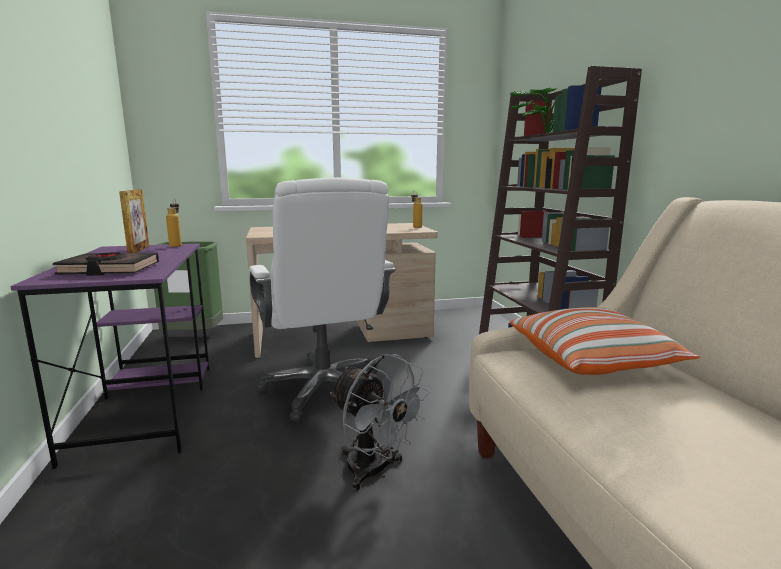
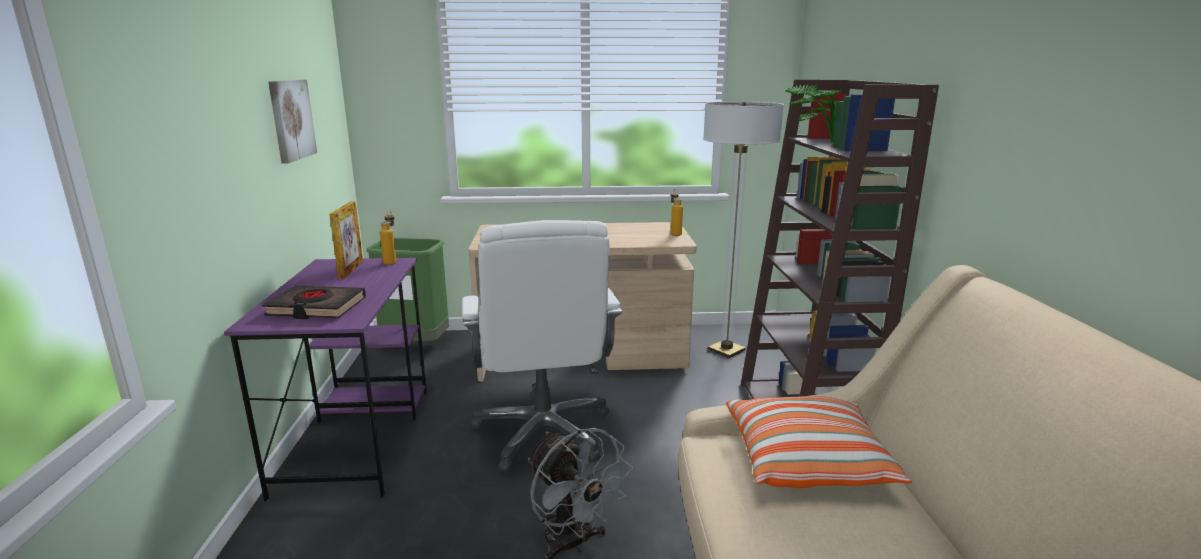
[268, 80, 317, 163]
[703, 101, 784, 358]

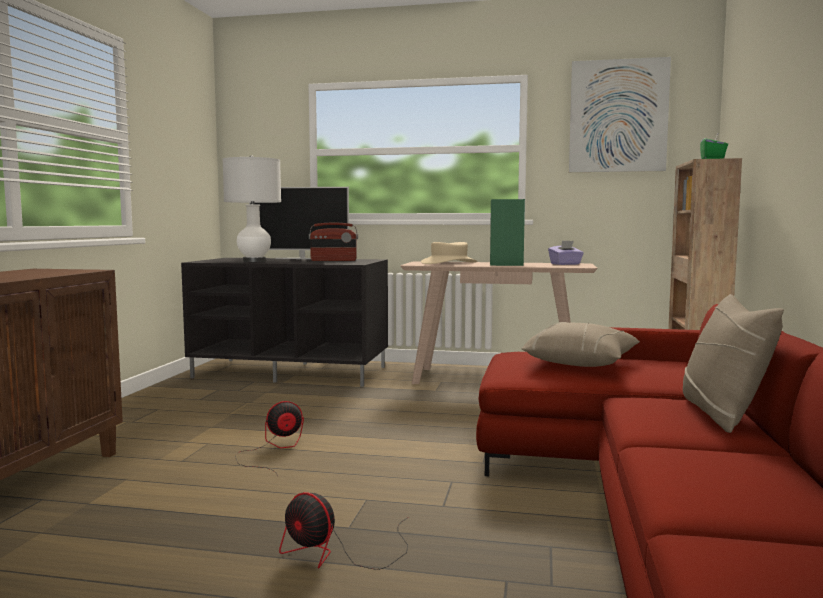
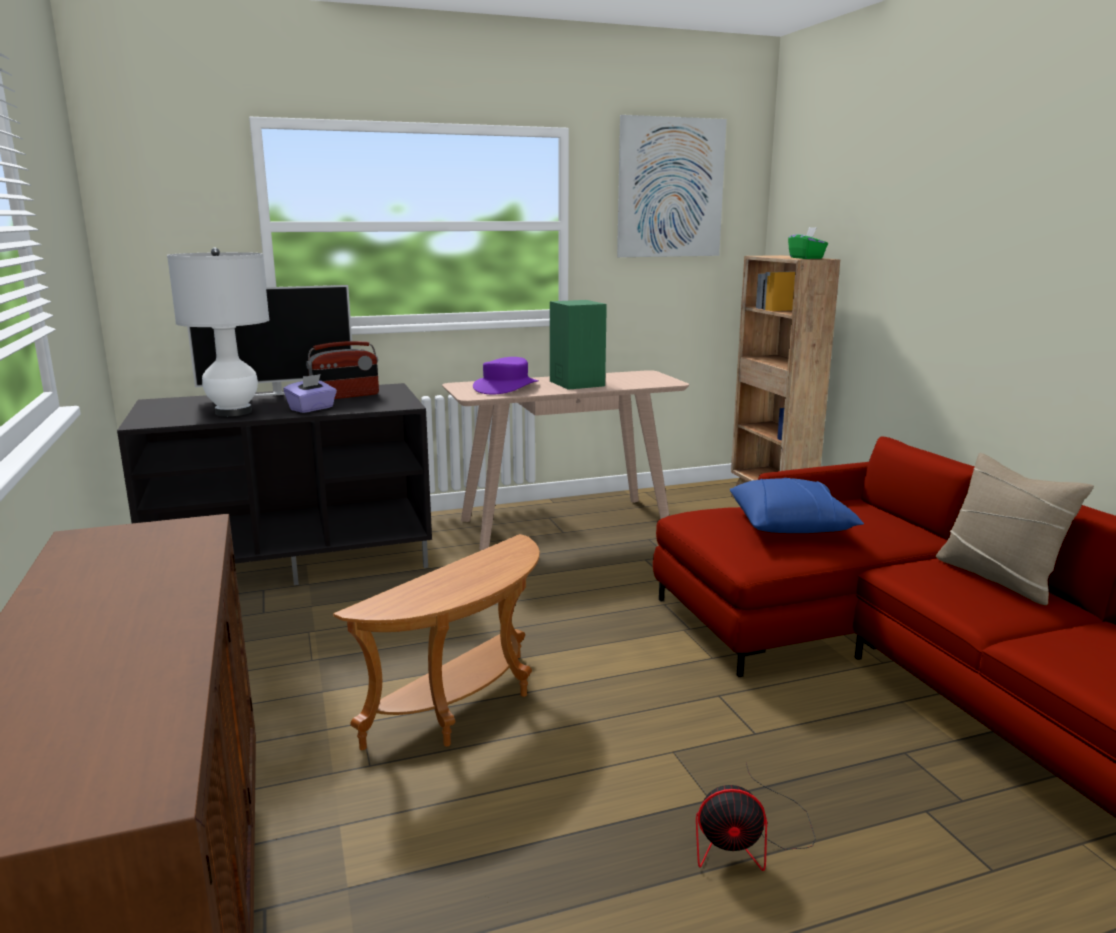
[333, 534, 540, 750]
[473, 357, 539, 394]
[730, 478, 864, 533]
[283, 374, 337, 413]

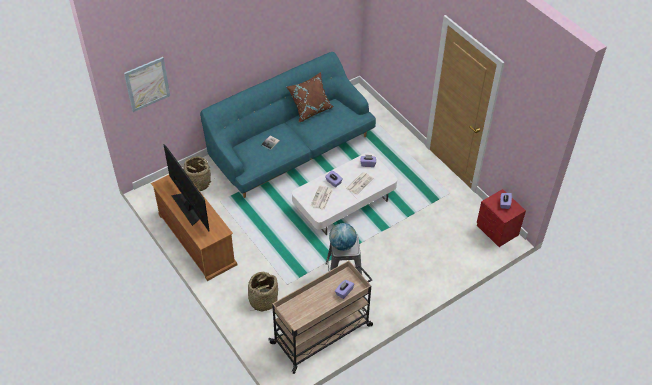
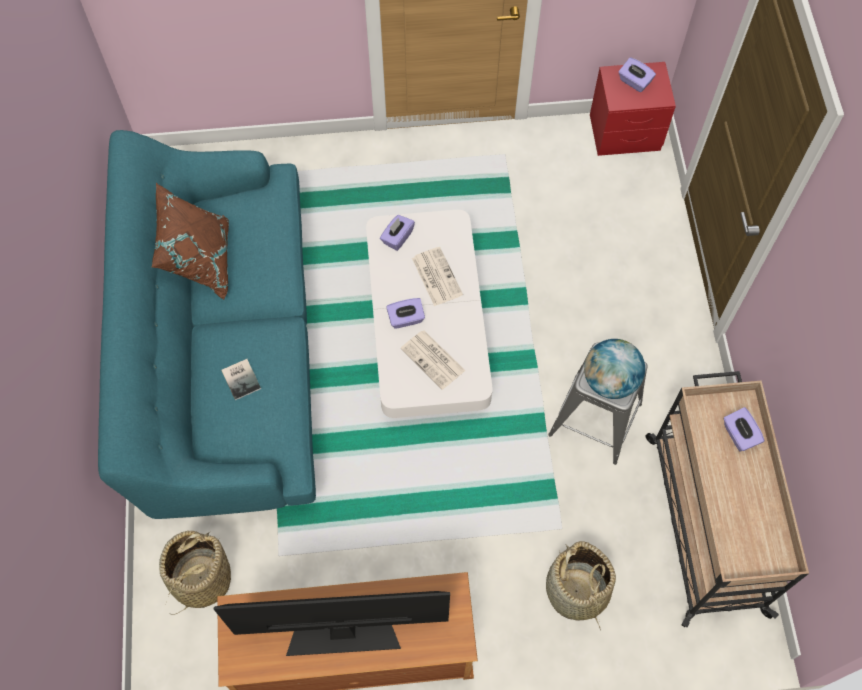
[124, 57, 170, 112] (first image)

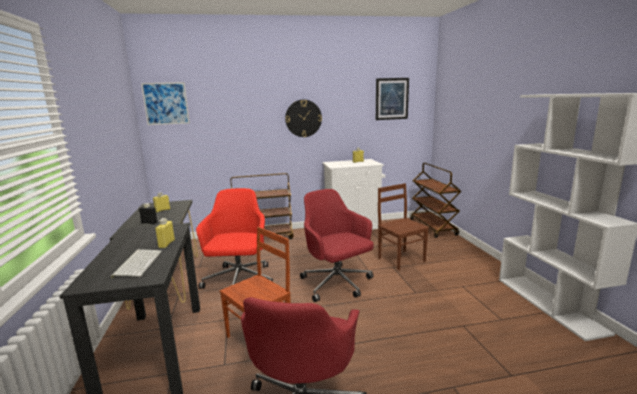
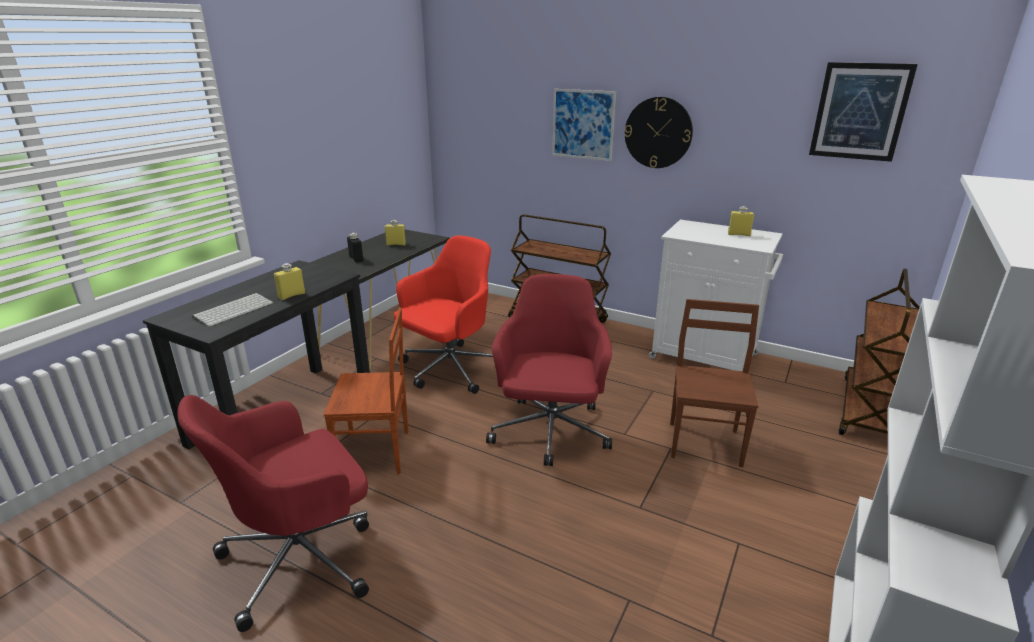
[552, 89, 616, 161]

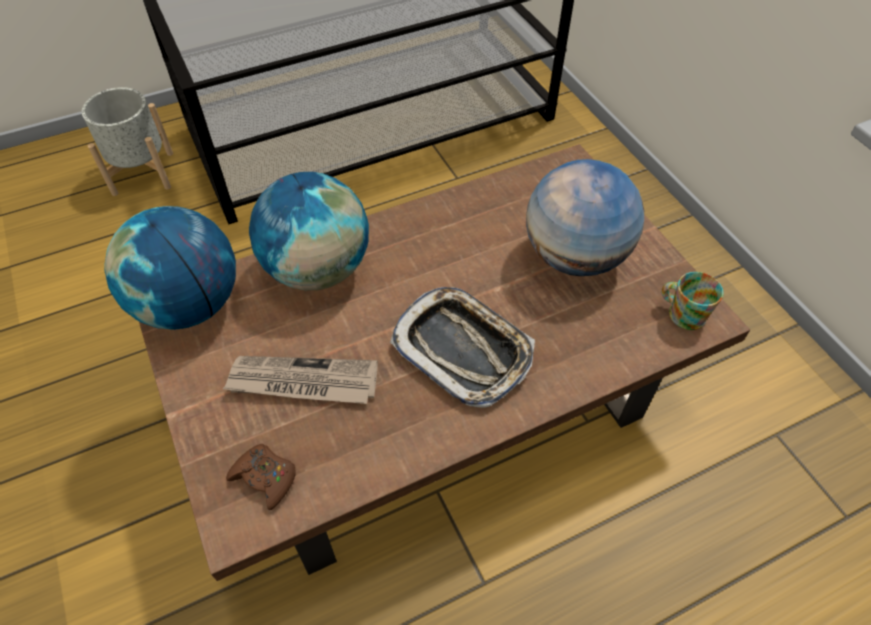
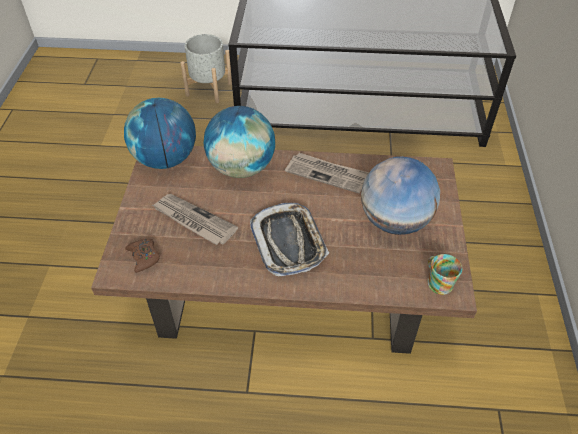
[285, 153, 369, 193]

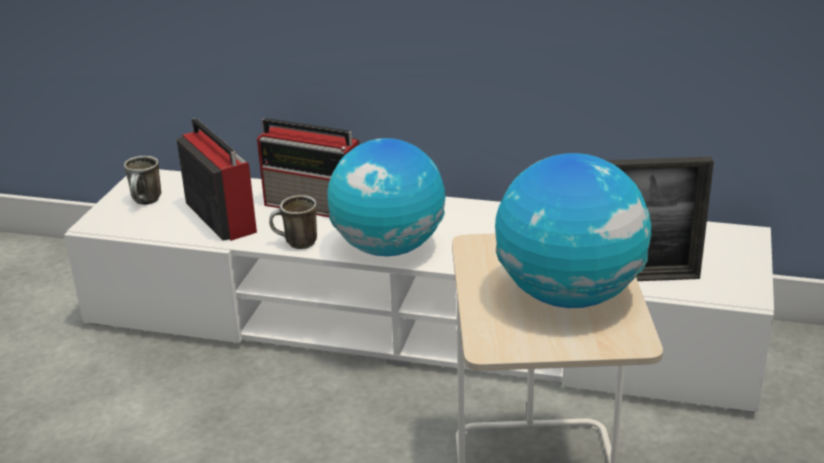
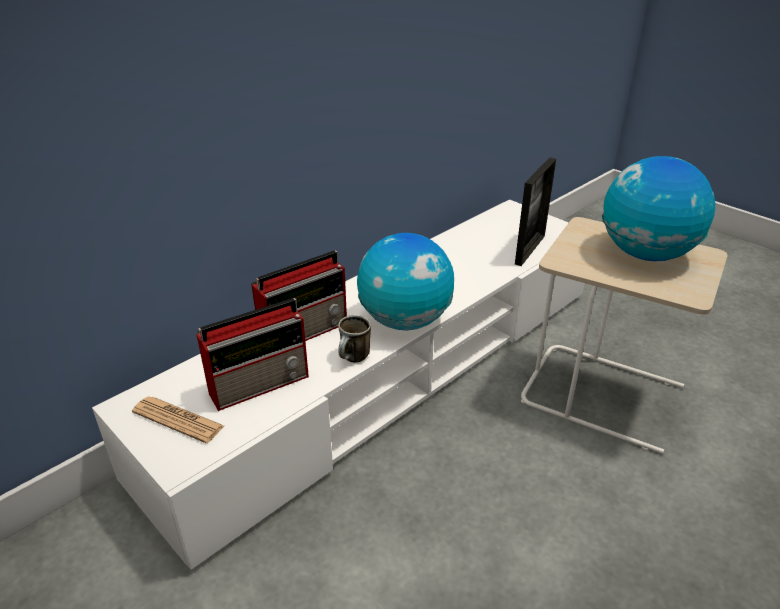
[132, 396, 224, 443]
[196, 298, 309, 411]

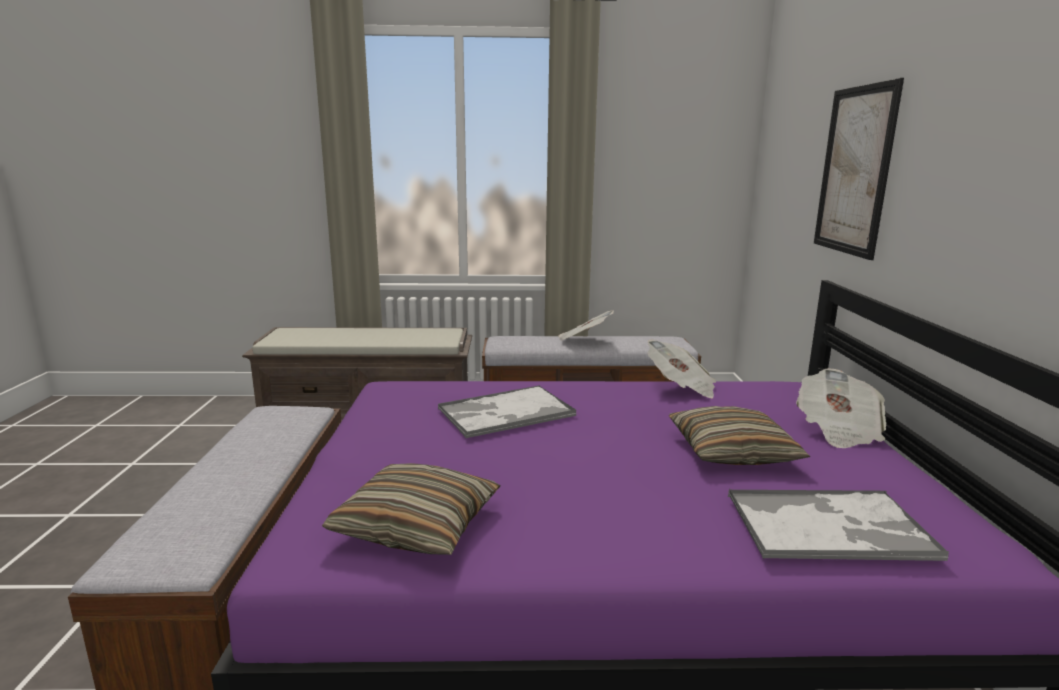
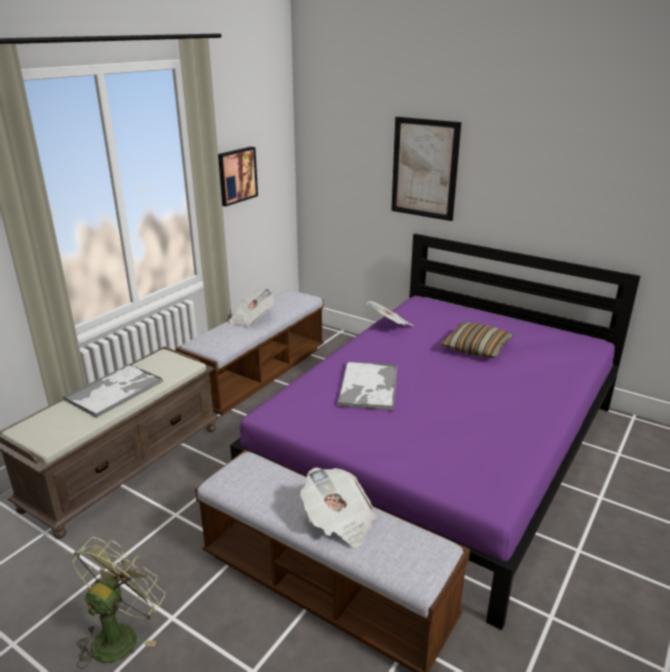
[322, 463, 501, 555] (first image)
[63, 364, 163, 418]
[300, 467, 377, 548]
[72, 537, 165, 669]
[218, 147, 258, 207]

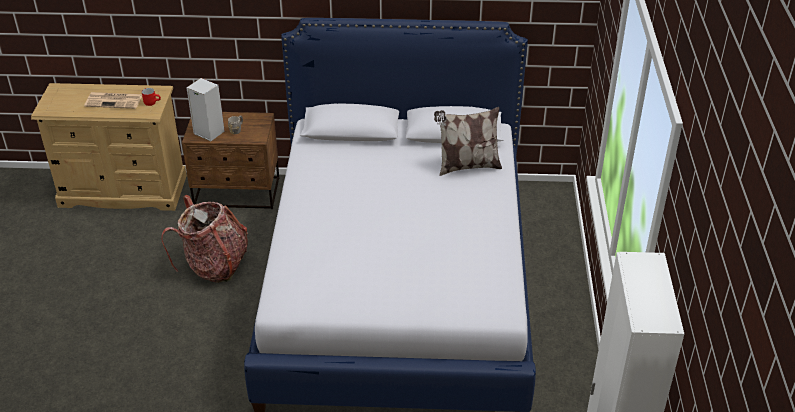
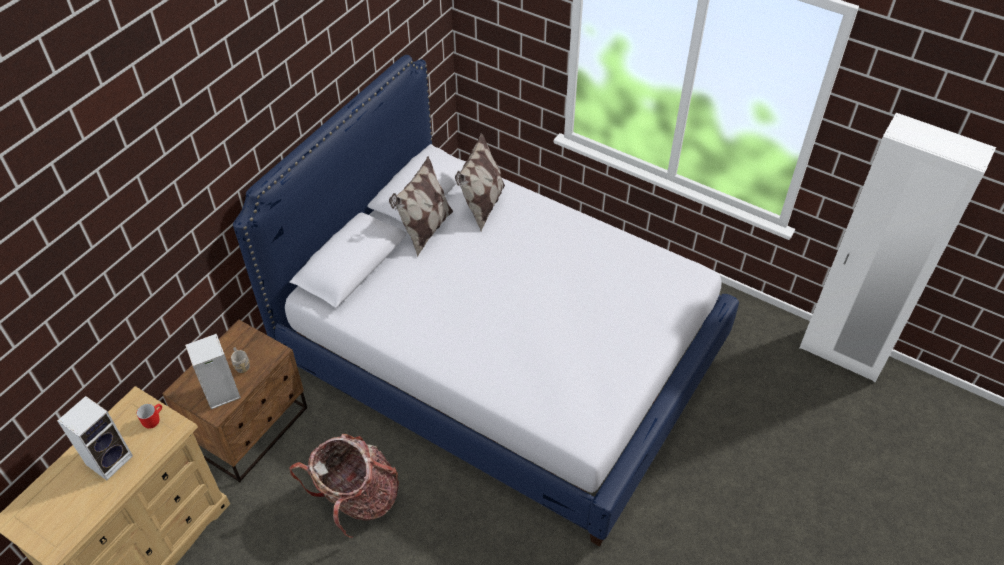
[57, 396, 133, 480]
[389, 156, 453, 257]

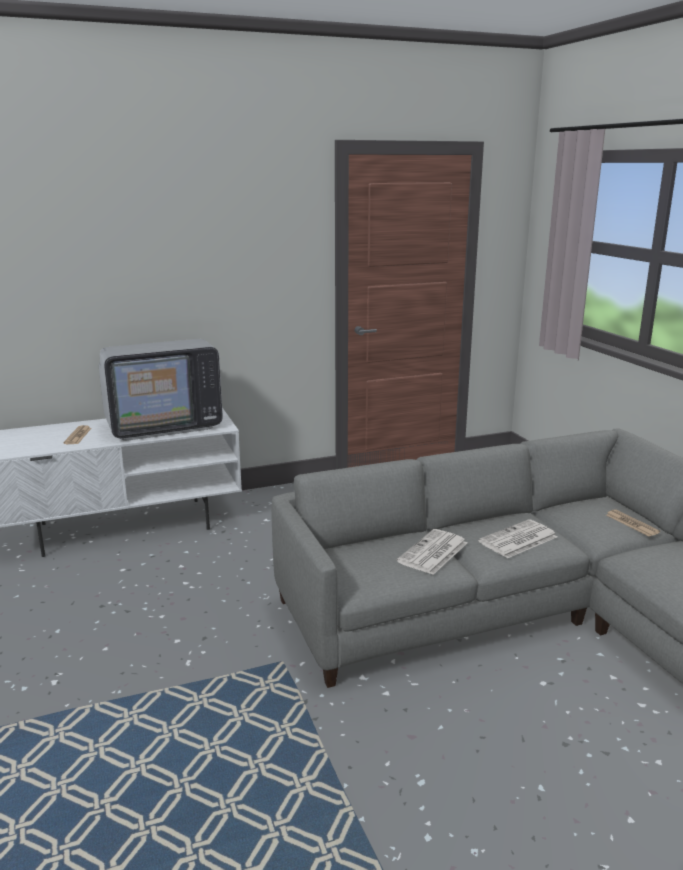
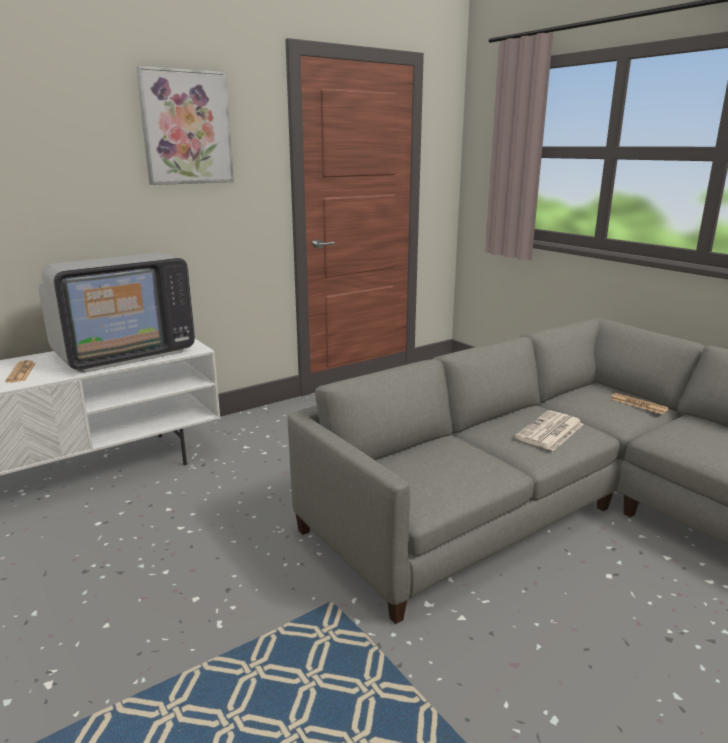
[397, 529, 467, 575] (first image)
[136, 66, 234, 185]

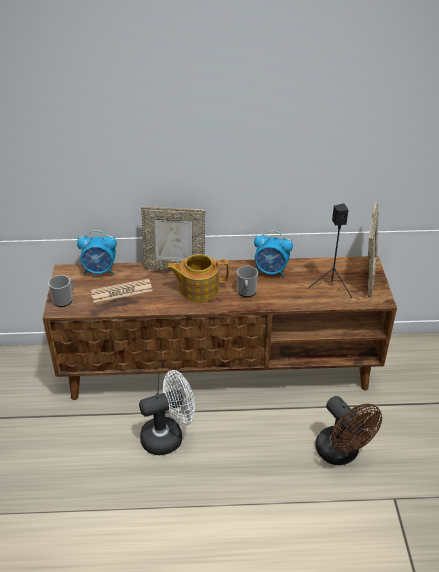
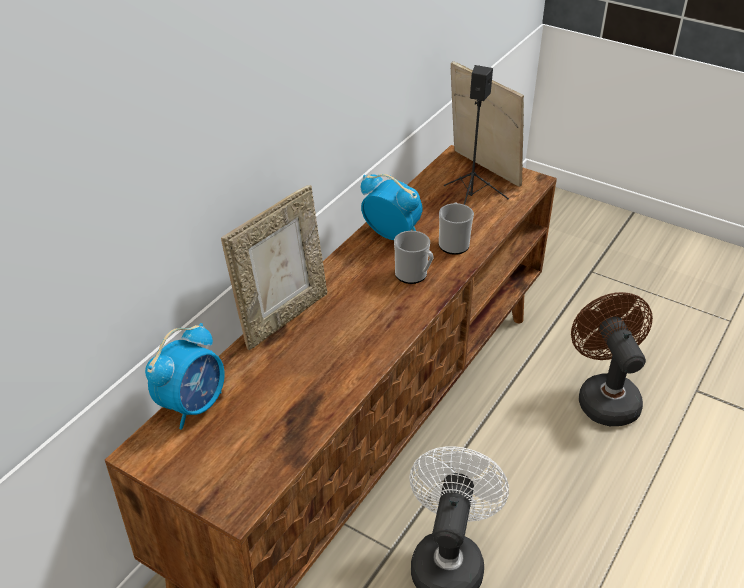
[439, 203, 474, 255]
[91, 278, 152, 303] (first image)
[166, 254, 229, 302] (first image)
[361, 174, 423, 240]
[571, 292, 653, 426]

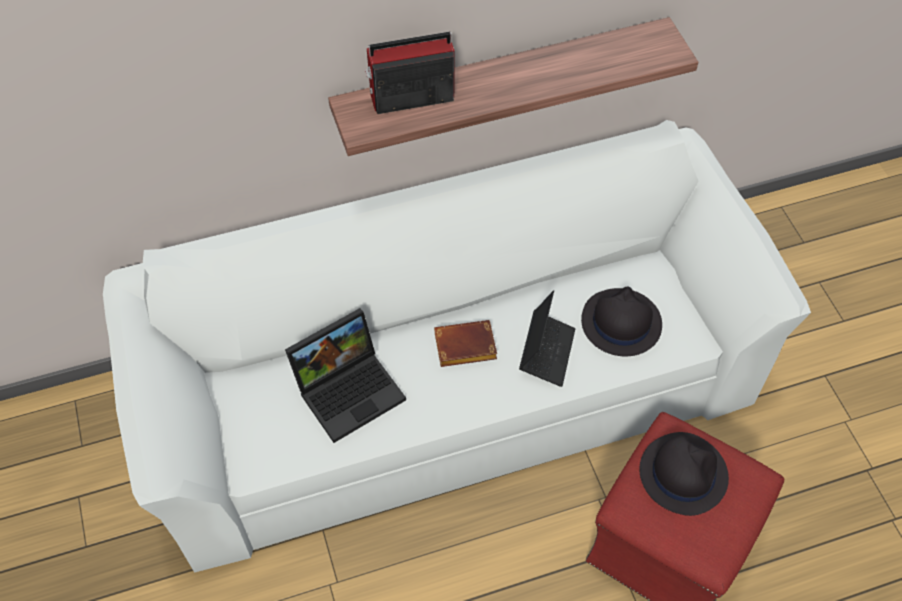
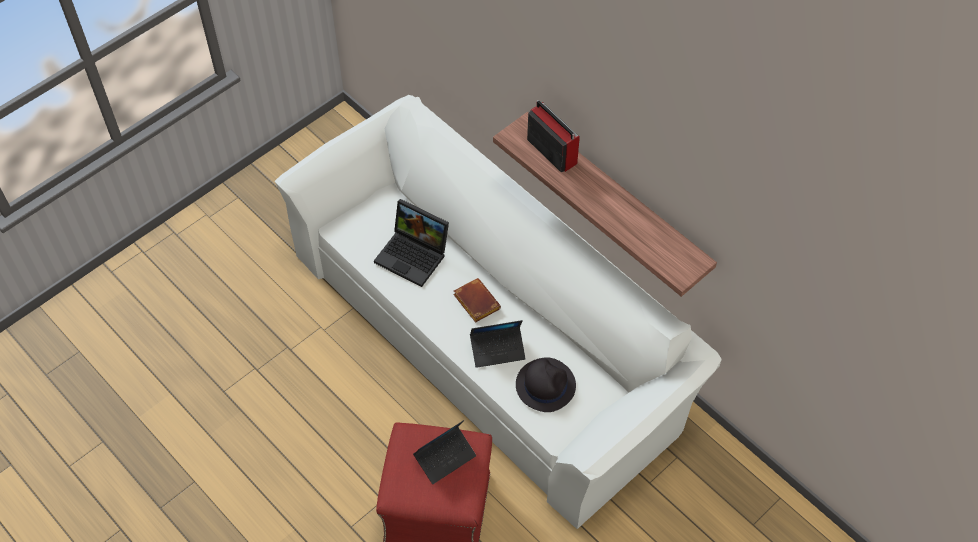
[413, 420, 476, 484]

